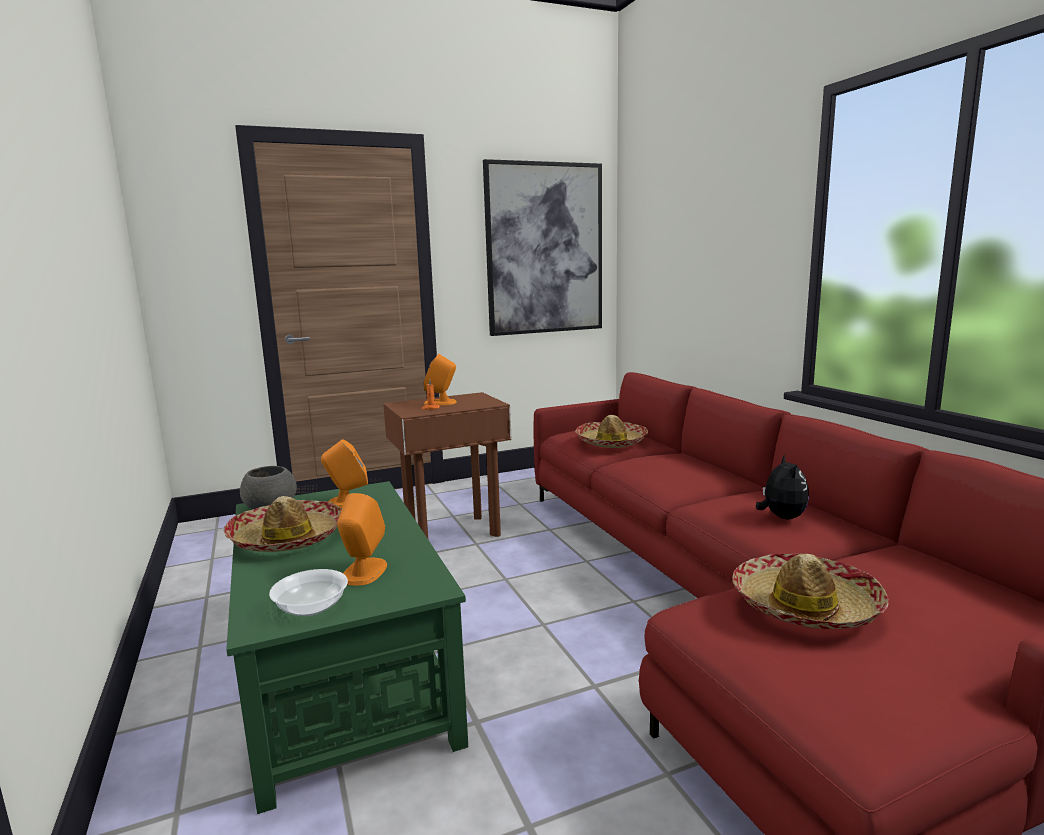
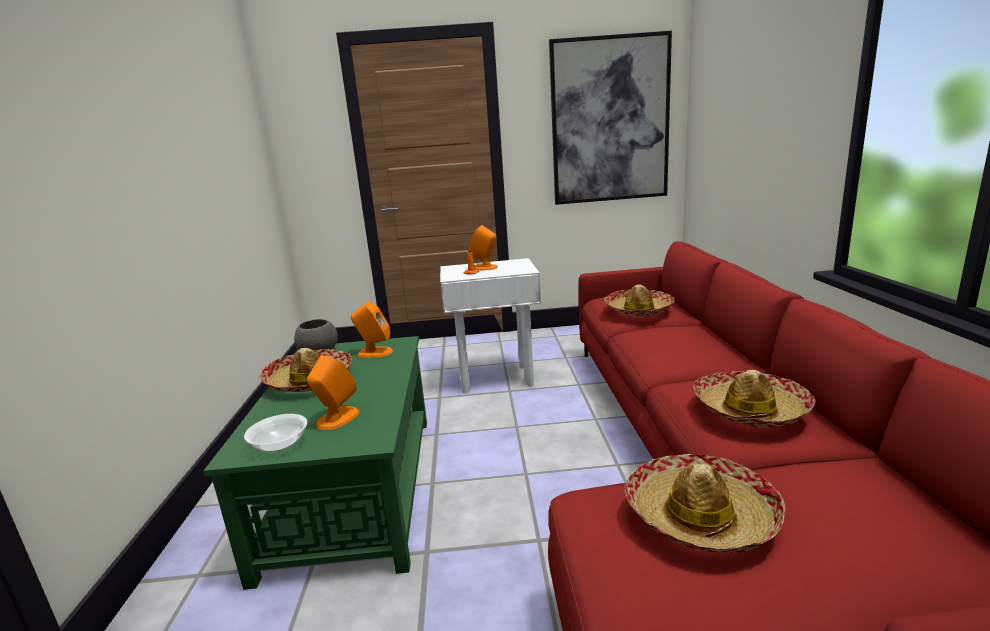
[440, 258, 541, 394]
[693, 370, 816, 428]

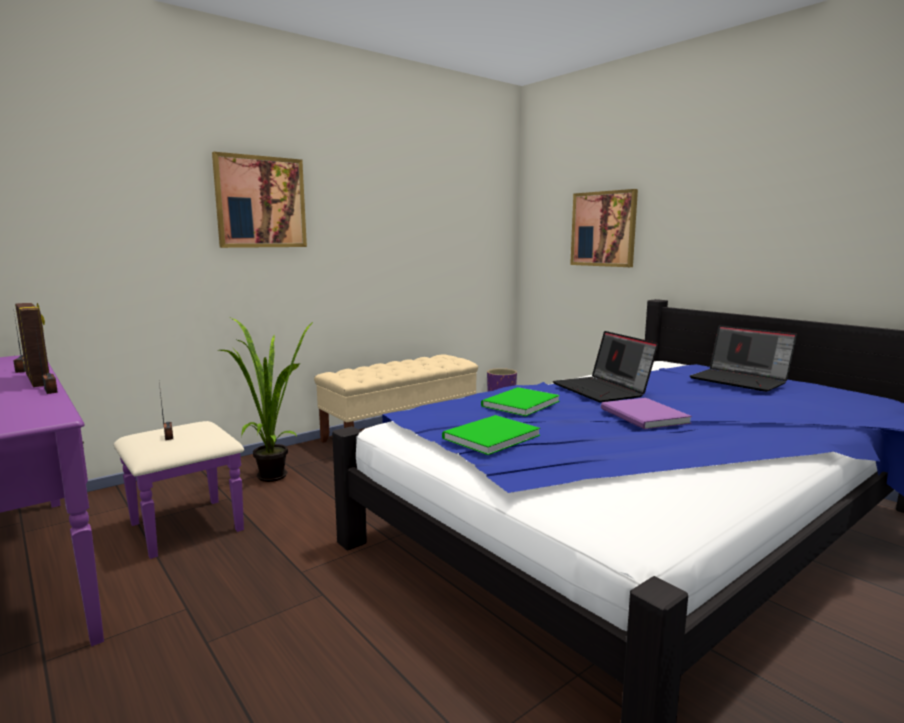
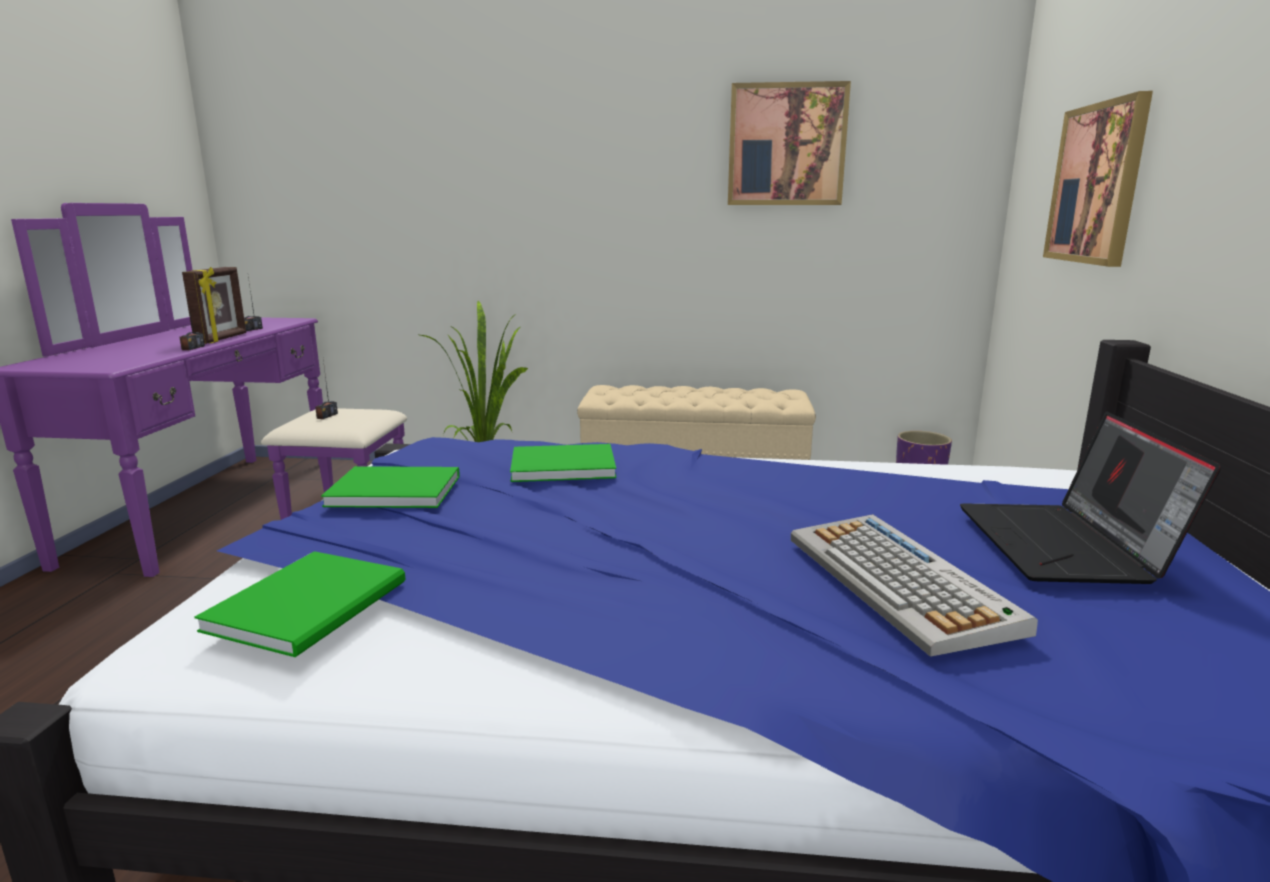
[728, 81, 851, 205]
[553, 331, 658, 402] (first image)
[601, 398, 692, 429] (first image)
[194, 551, 406, 657]
[791, 514, 1038, 657]

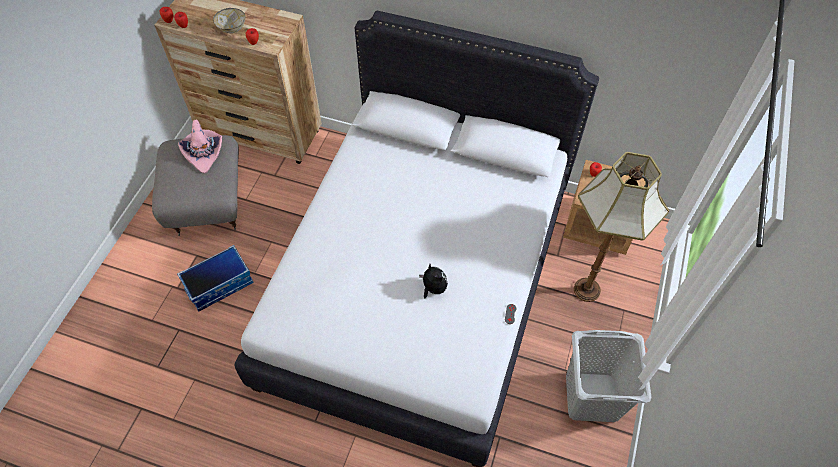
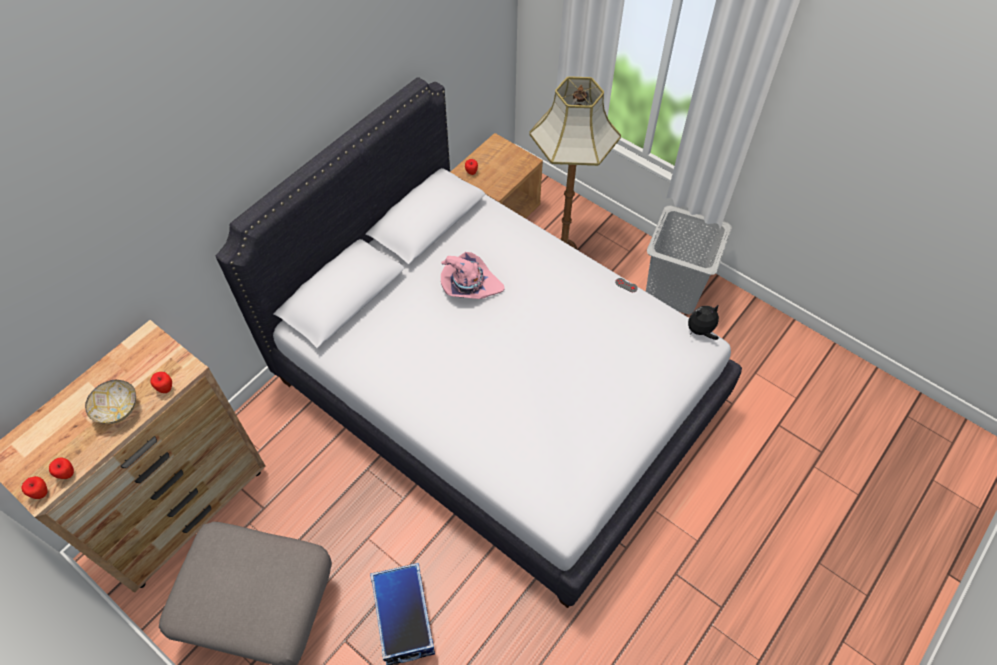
[441, 252, 505, 299]
[688, 305, 719, 340]

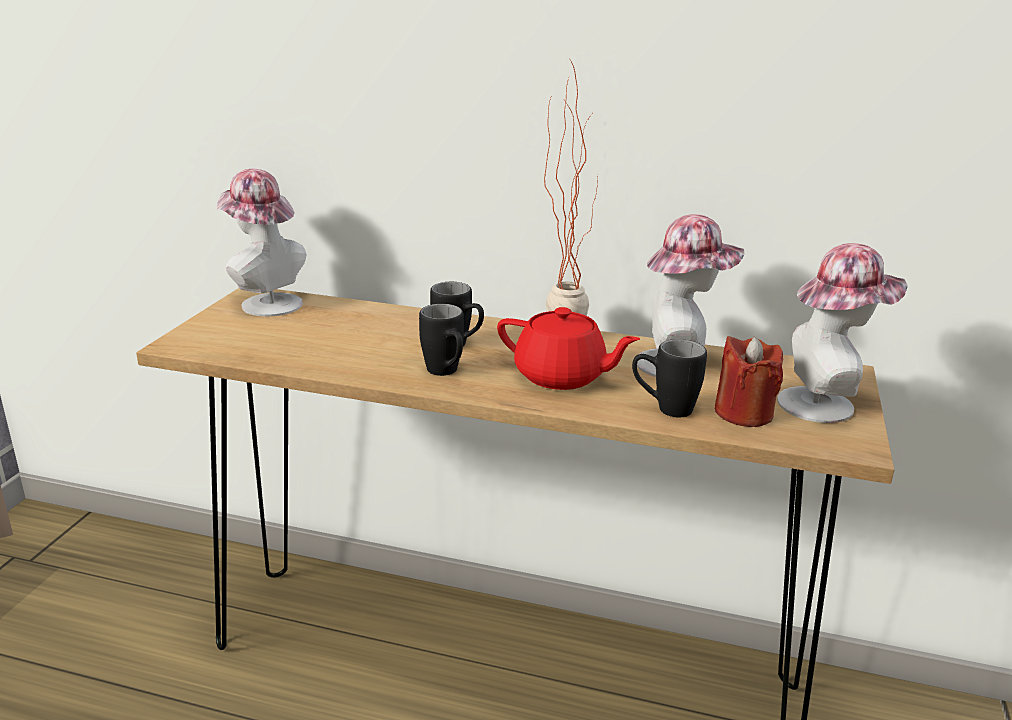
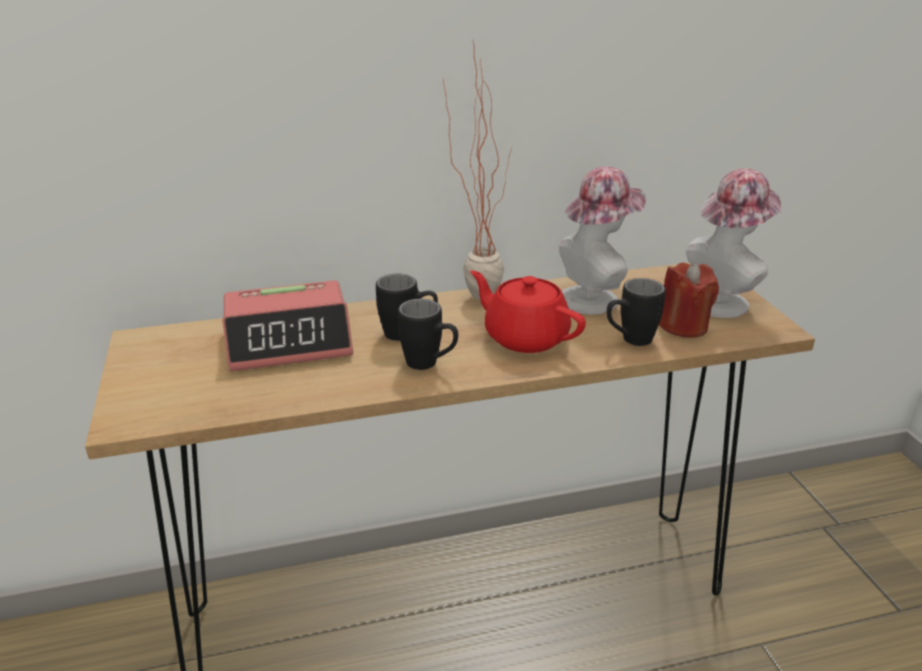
[217, 169, 306, 317] (first image)
[470, 270, 586, 353]
[222, 280, 353, 371]

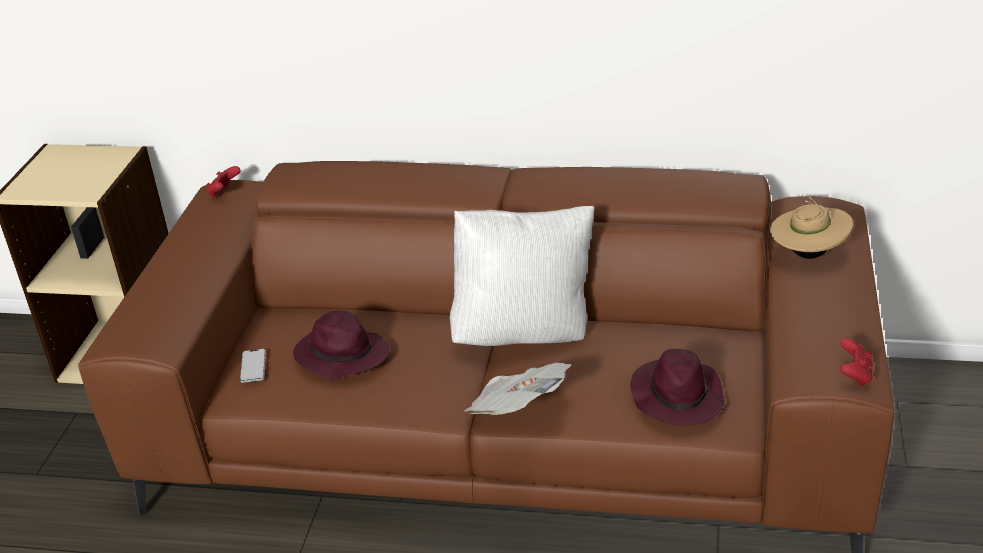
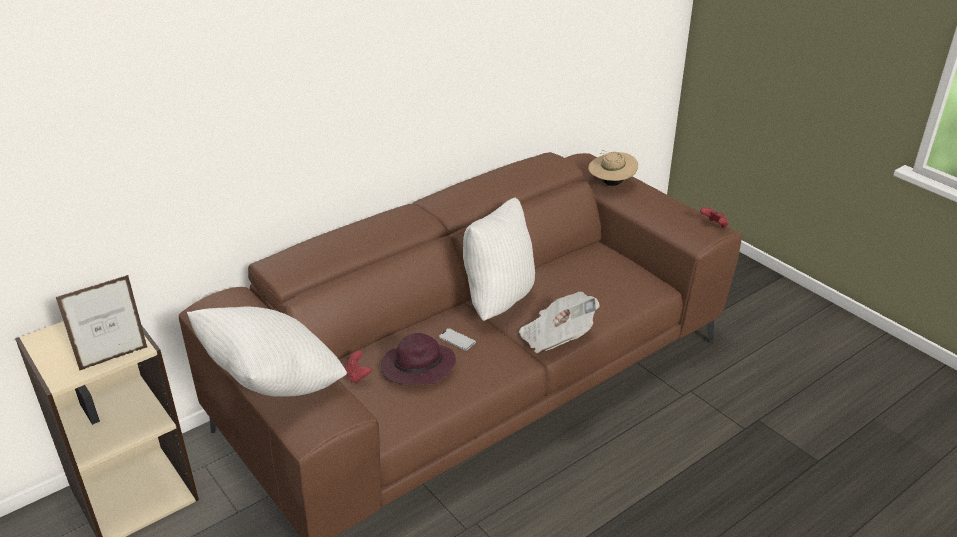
[344, 350, 372, 383]
[439, 328, 476, 351]
[630, 349, 725, 425] (first image)
[56, 275, 147, 370]
[187, 307, 347, 397]

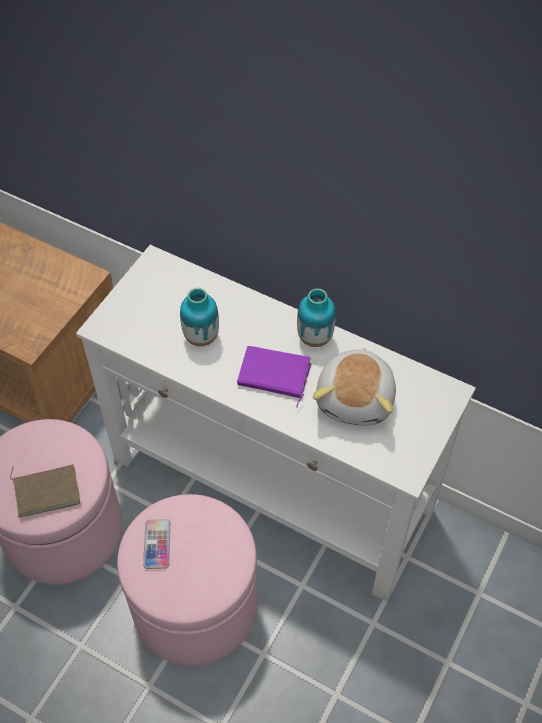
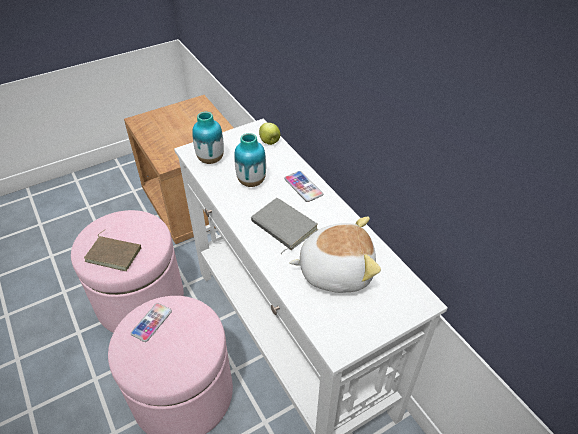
[251, 198, 318, 254]
[192, 112, 224, 164]
[289, 216, 381, 293]
[259, 123, 280, 145]
[284, 171, 323, 202]

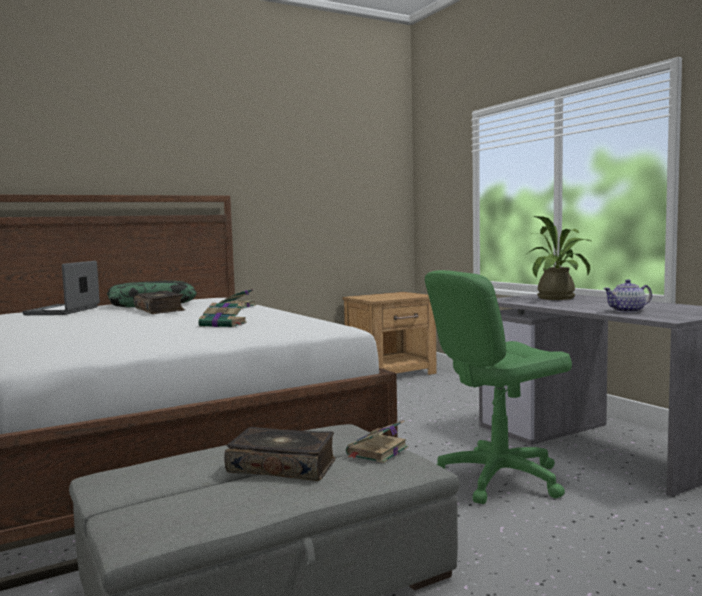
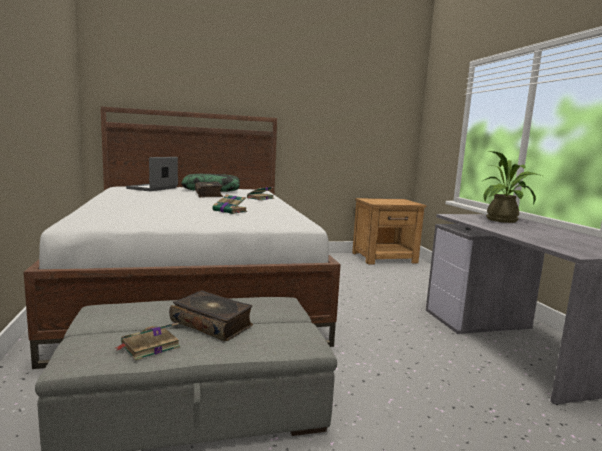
[115, 323, 180, 361]
[425, 270, 572, 504] (first image)
[603, 279, 652, 313] (first image)

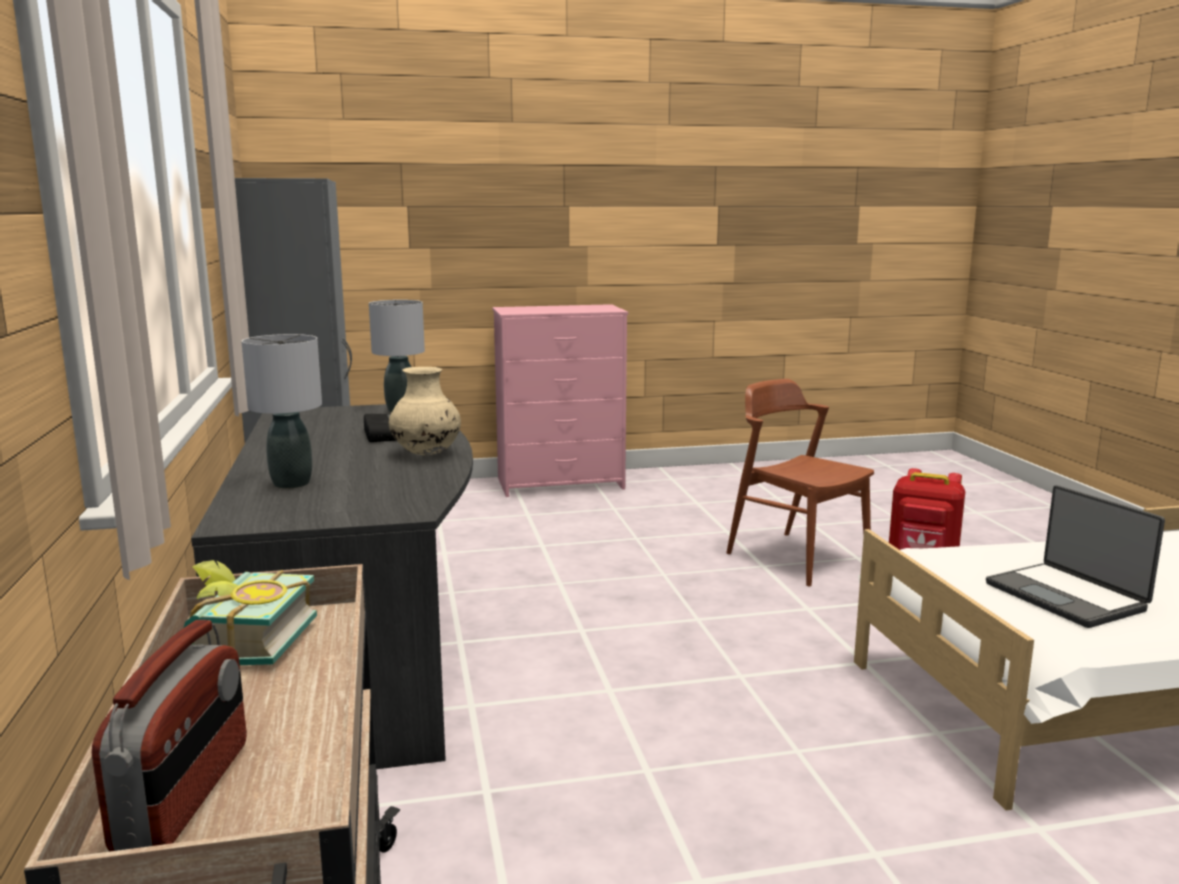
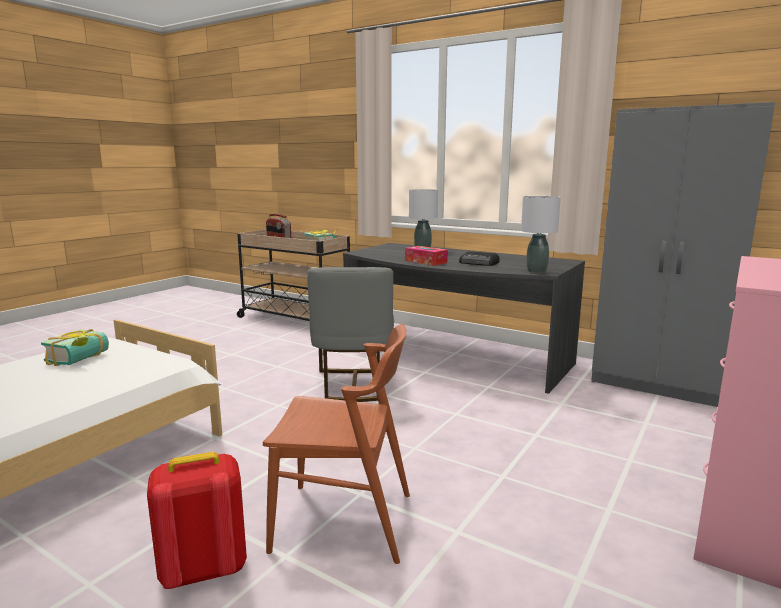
[405, 246, 448, 266]
[41, 329, 109, 366]
[307, 267, 394, 402]

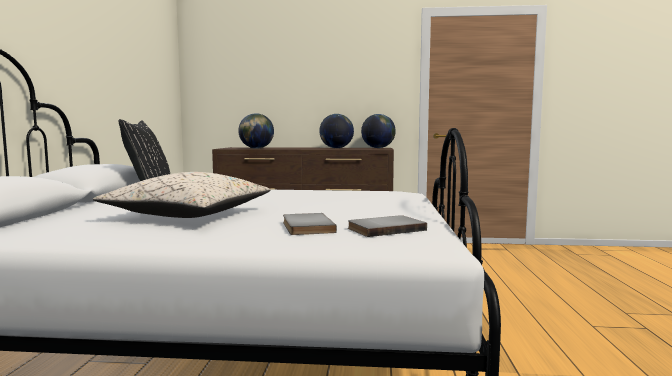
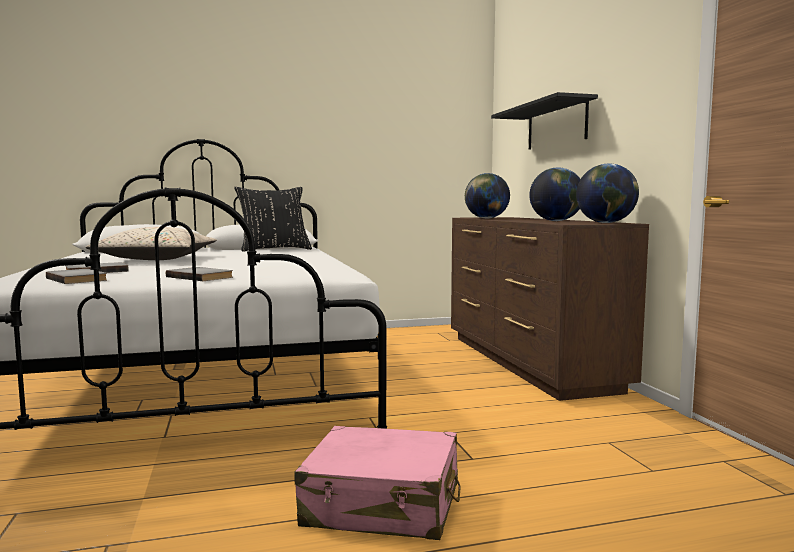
[166, 267, 233, 281]
[294, 426, 461, 540]
[491, 92, 598, 150]

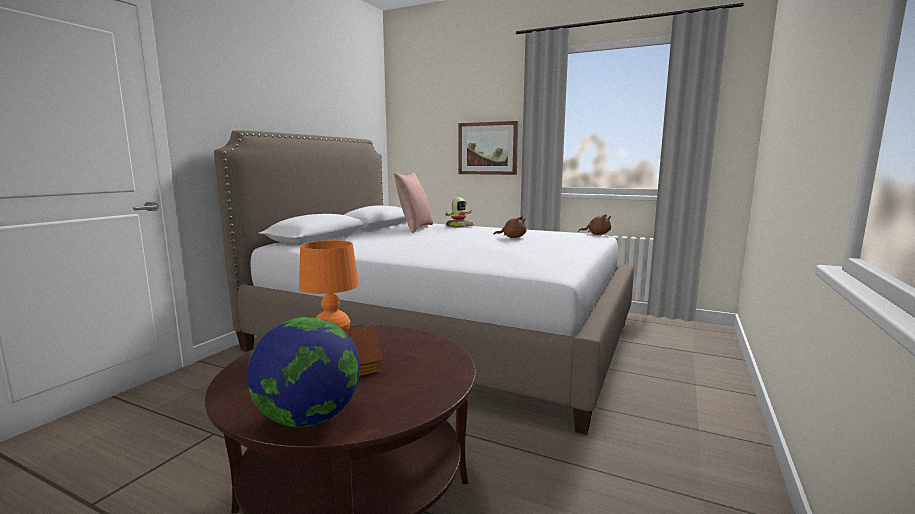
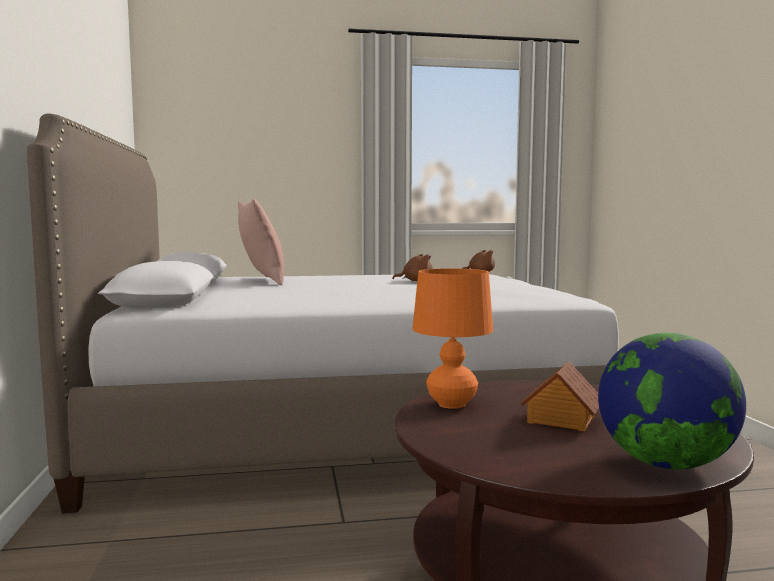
[445, 197, 473, 228] (first image)
[459, 121, 518, 175] (first image)

